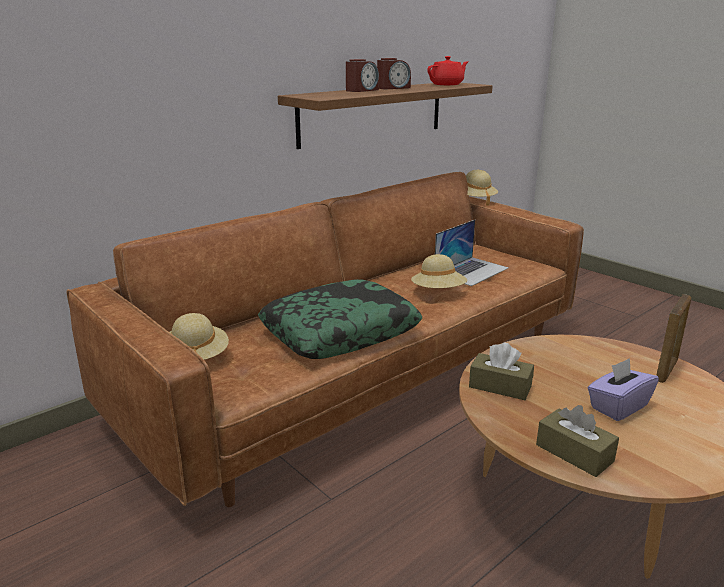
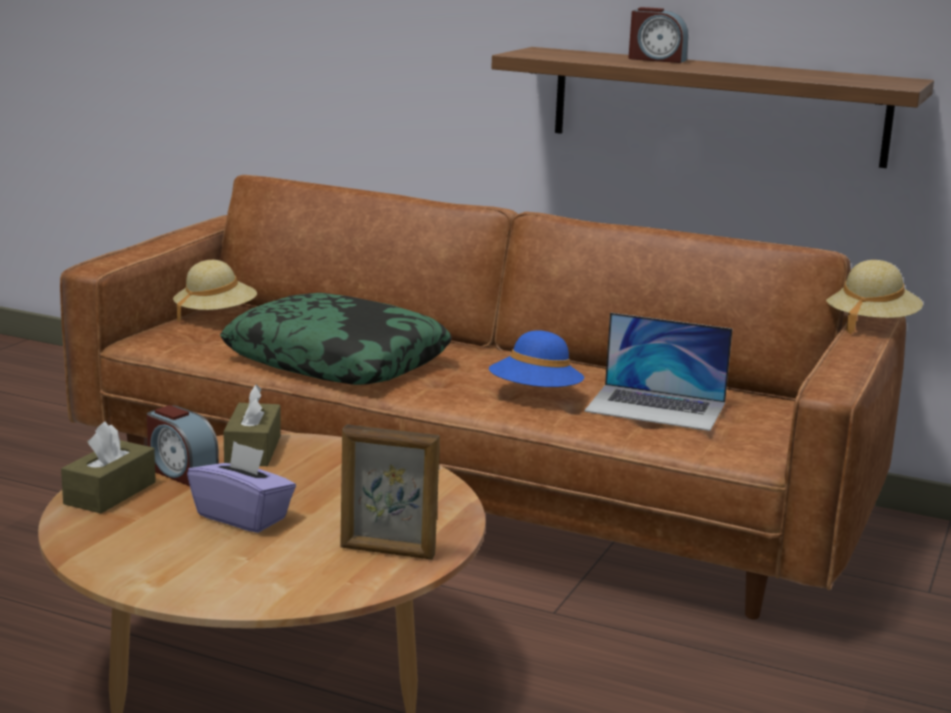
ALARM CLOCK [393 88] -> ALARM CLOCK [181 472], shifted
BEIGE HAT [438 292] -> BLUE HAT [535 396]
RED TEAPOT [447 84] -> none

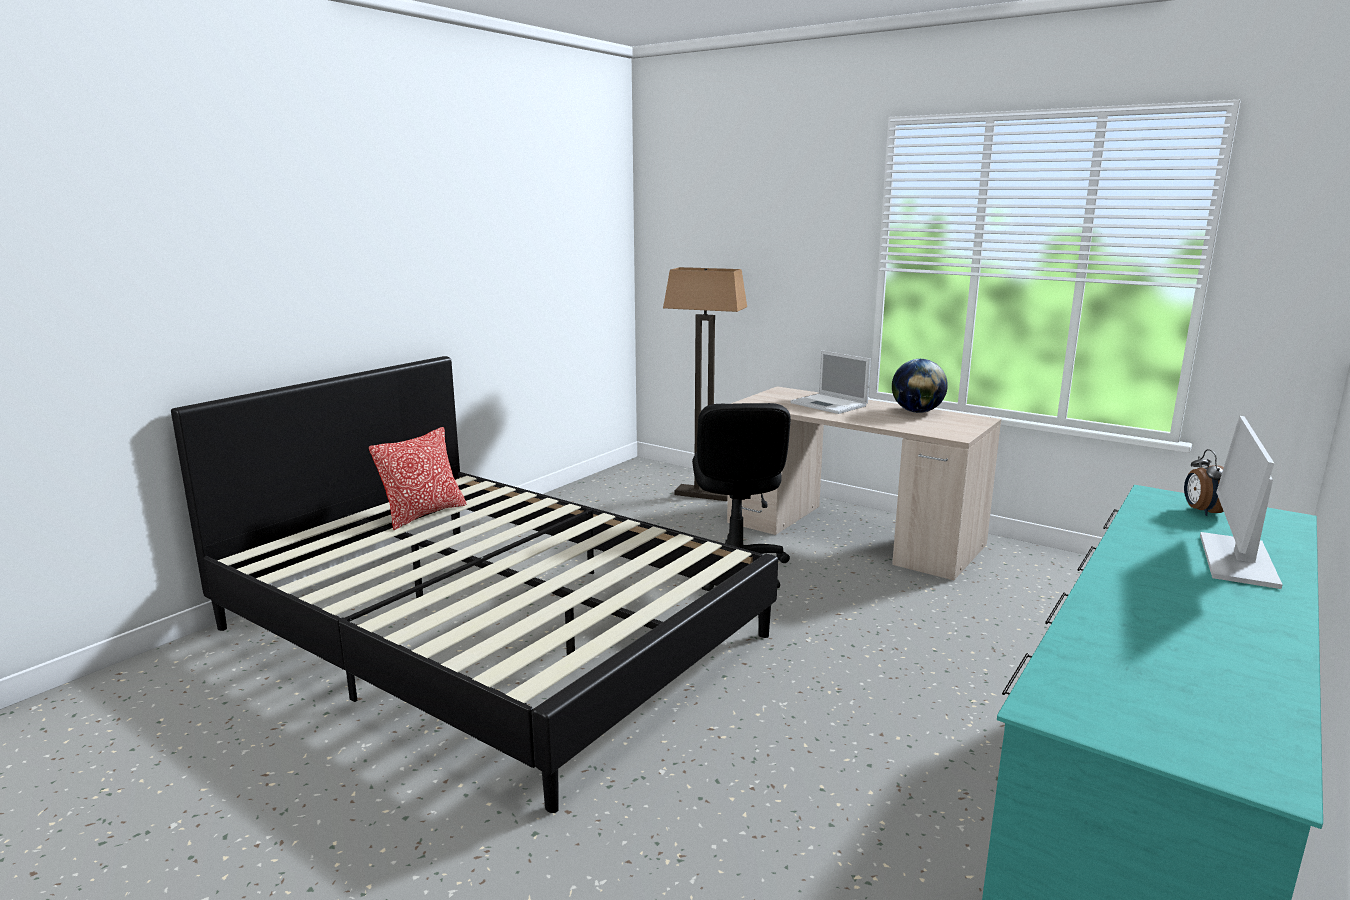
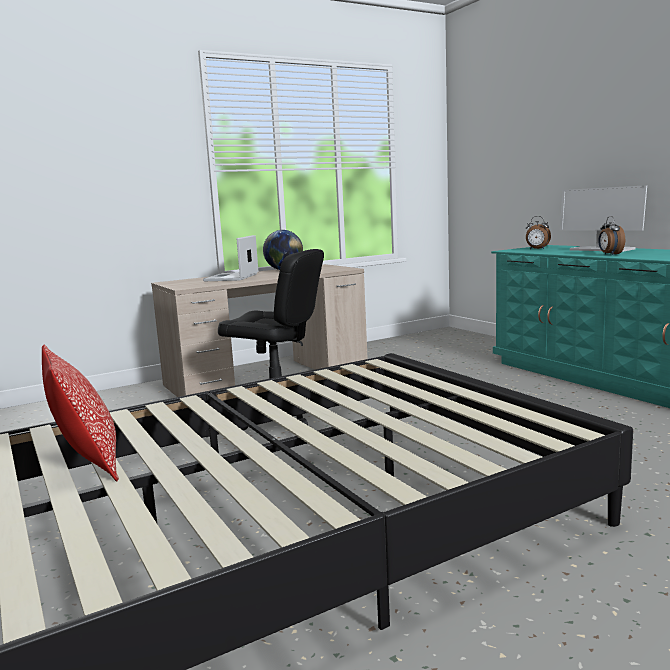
LAPTOP [830 404] -> LAPTOP [231 277], 120 degrees clockwise
none -> ALARM CLOCK [609 254]
FLOOR LAMP [704 494] -> none

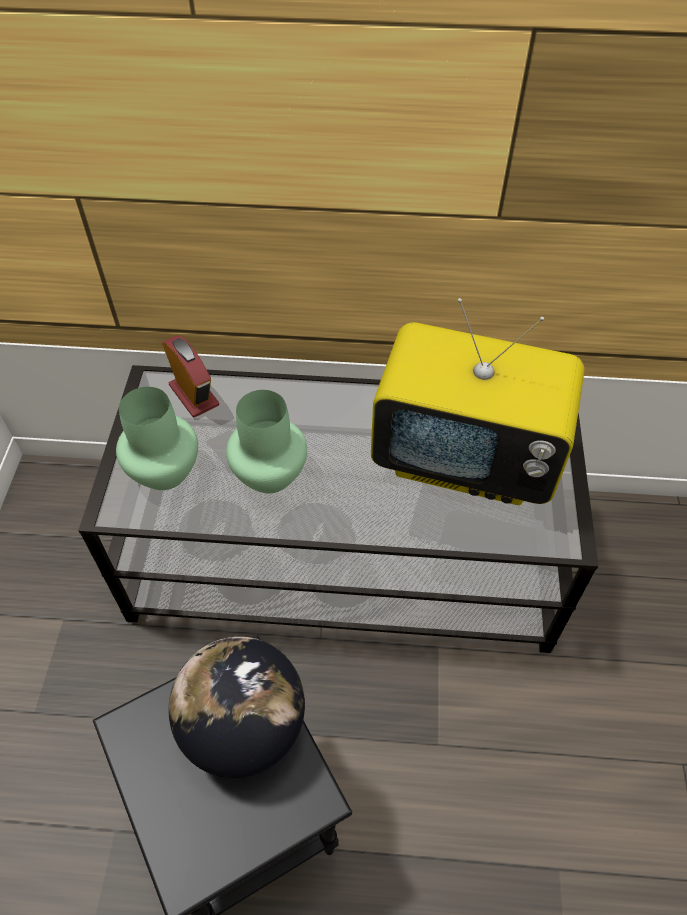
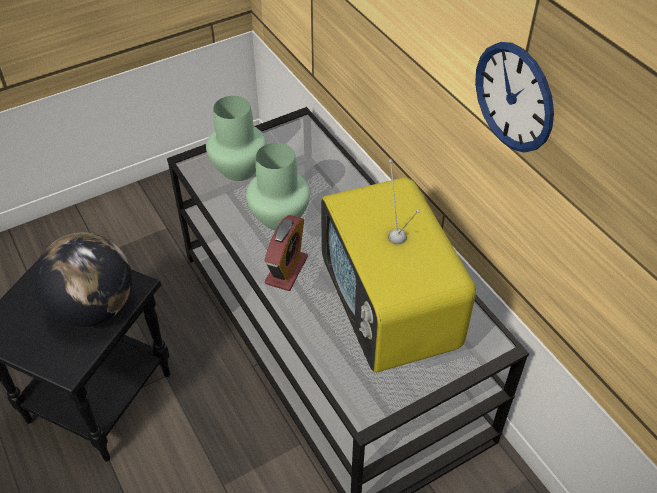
ALARM CLOCK [194 395] -> ALARM CLOCK [286 270], shifted
none -> WALL CLOCK [514 97]

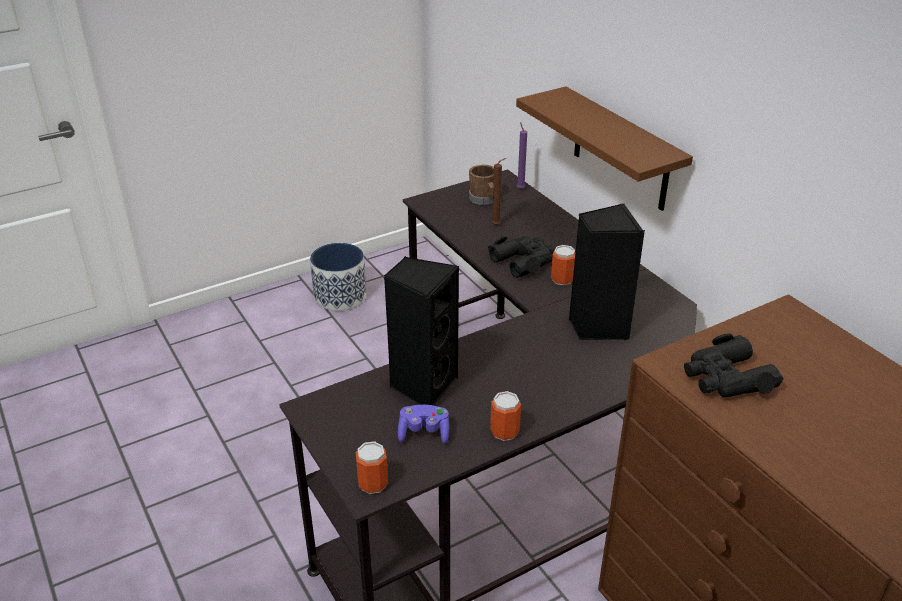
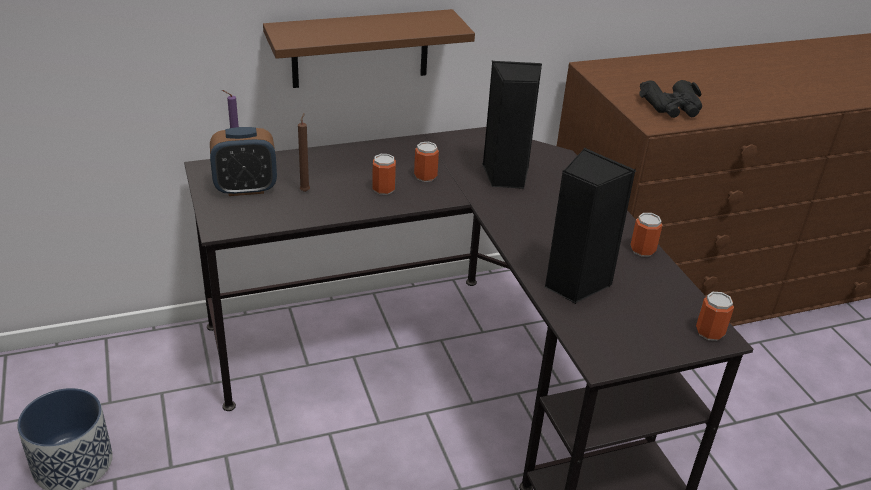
BROWN MUG [484 200] -> ALARM CLOCK [245 188]
BLACK BINOCULARS [524 261] -> CAN [383 189]
PURPLE GAME CONTROLLER [424 433] -> none

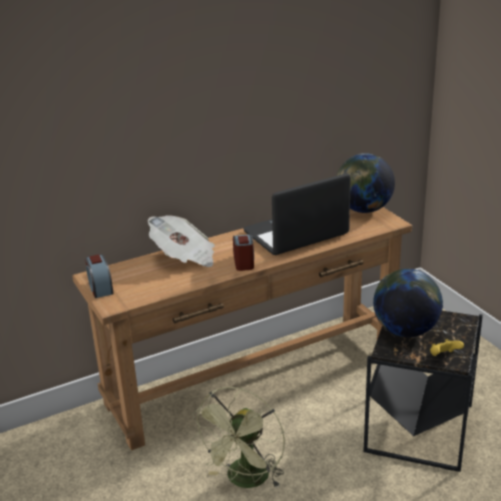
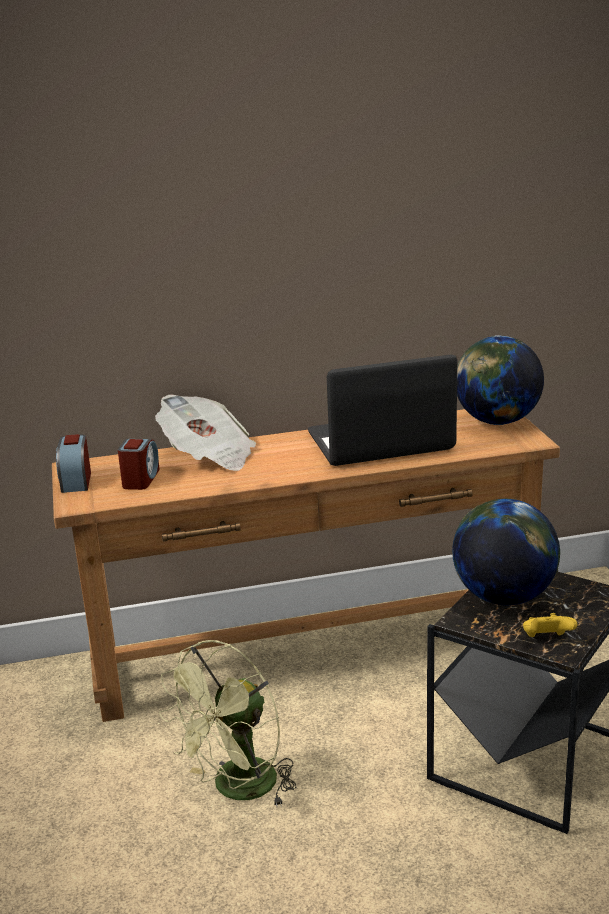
ALARM CLOCK [244 262] -> ALARM CLOCK [141 479], shifted

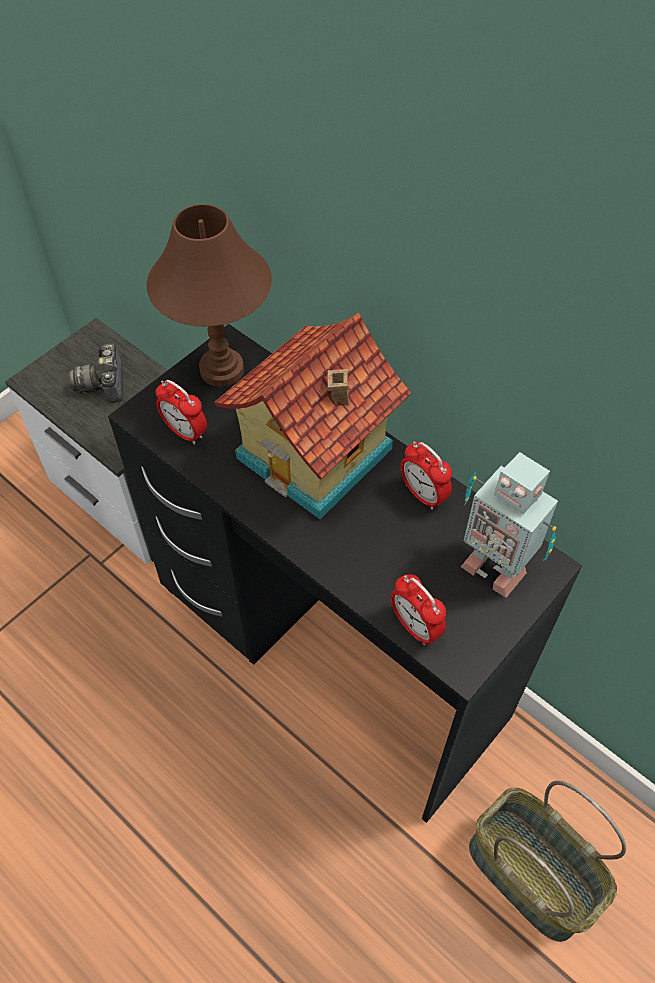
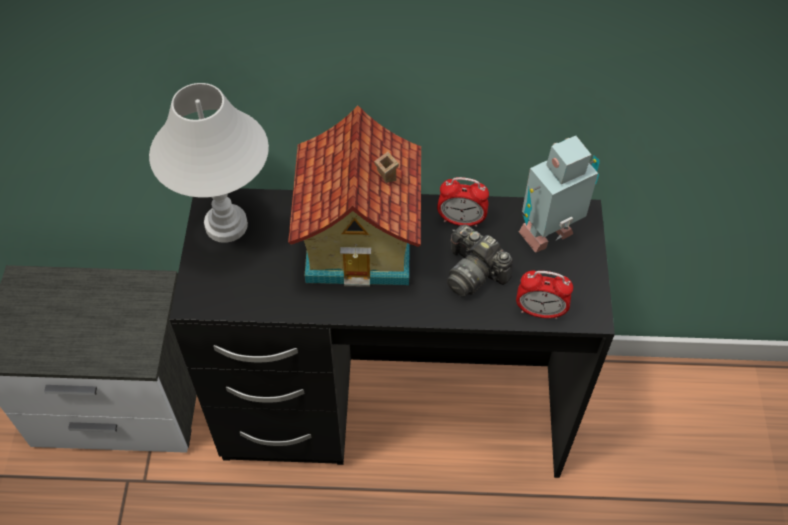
BROWN TABLE LAMP [222 370] -> WHITE TABLE LAMP [227 225]
PHOTO CAMERA [103 383] -> PHOTO CAMERA [474 272], shifted
TOY ROBOT [494 565] -> TOY ROBOT [550 236], 150 degrees clockwise
ALARM CLOCK [185 432] -> none
BASKET [528 874] -> none

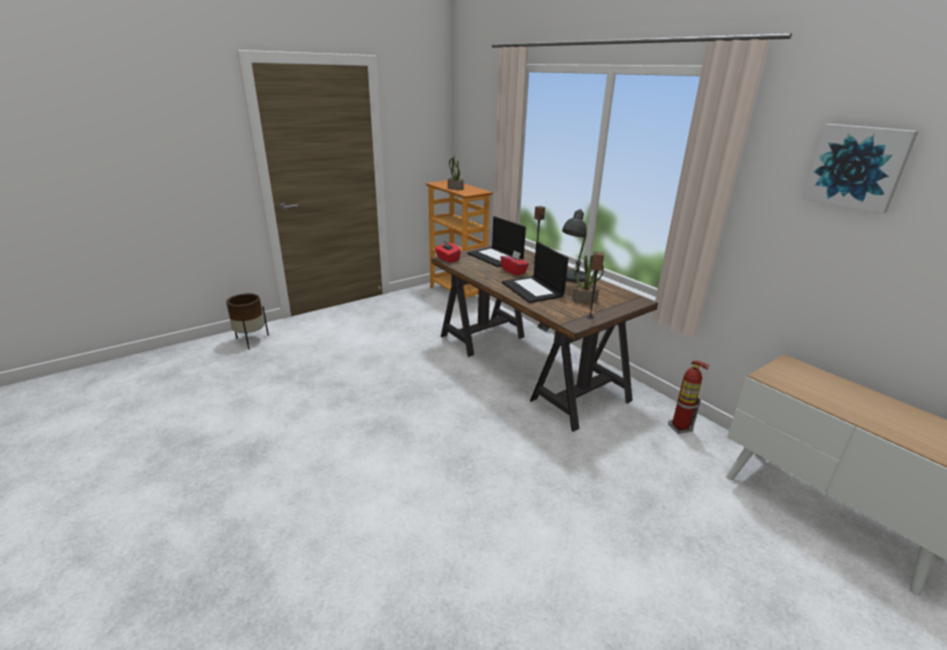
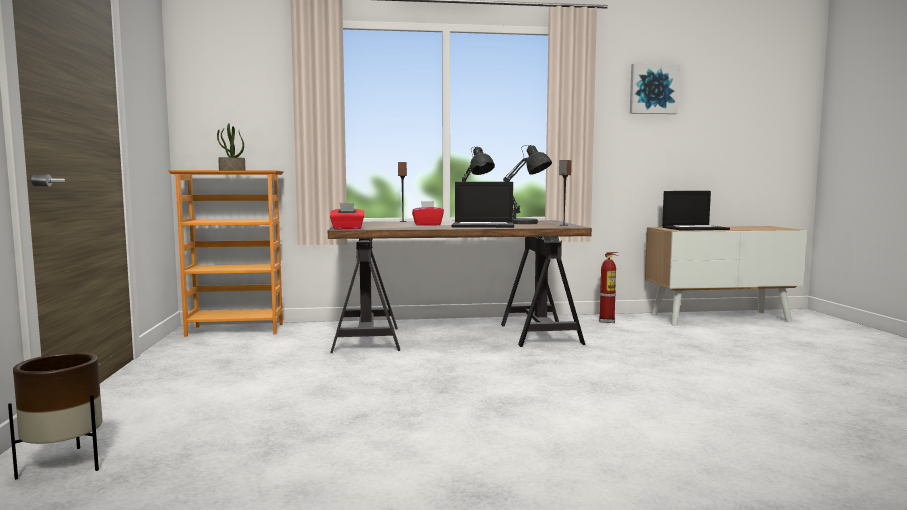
POTTED PLANT [585 299] -> GREY TABLE LAMP [526 223]
LAPTOP [496 257] -> LAPTOP [695 228], shifted

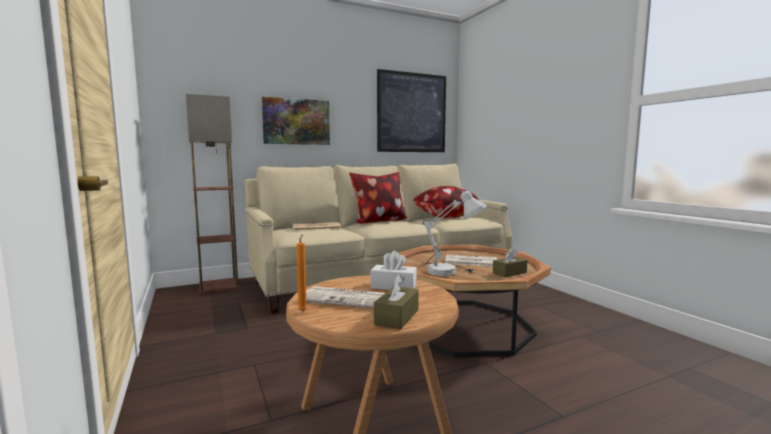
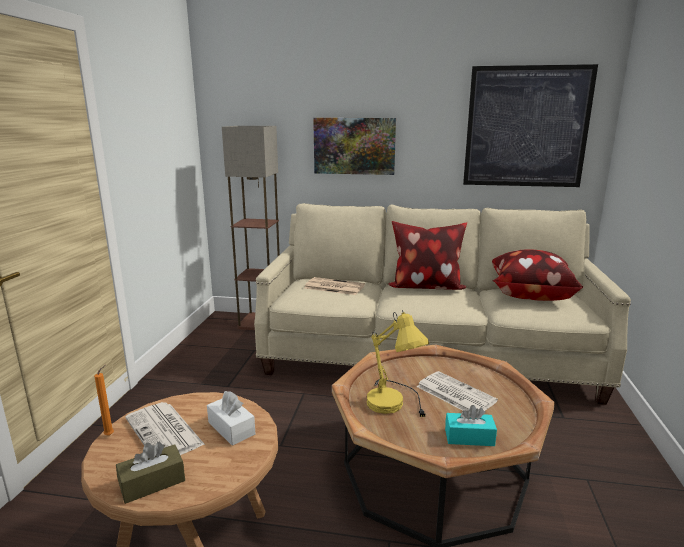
WHITE TABLE LAMP [449 271] -> YELLOW TABLE LAMP [397 405]
BROWN TISSUE BOX [509 273] -> TURQUOISE TISSUE BOX [469 437]

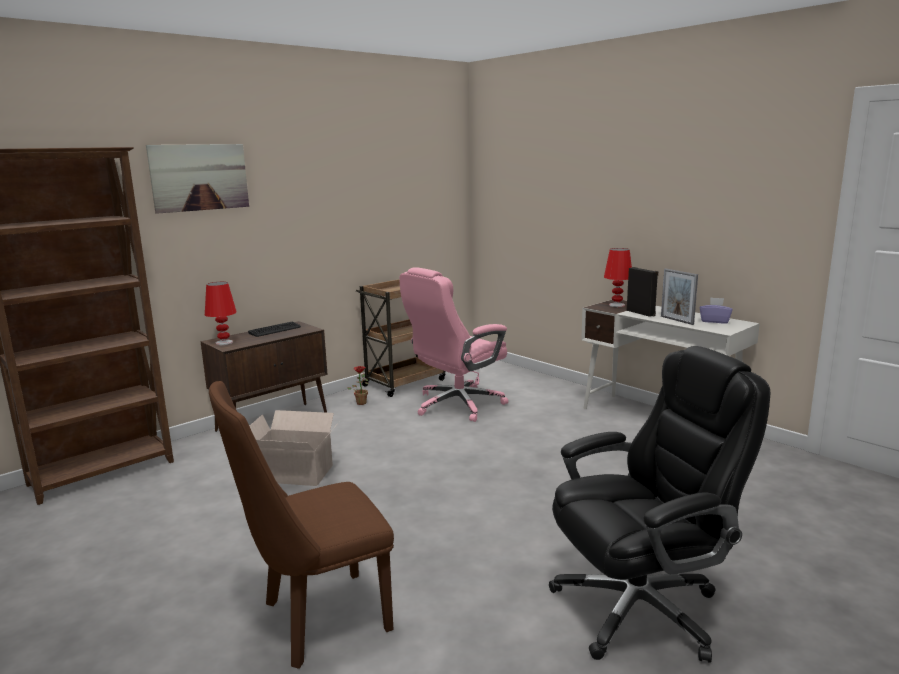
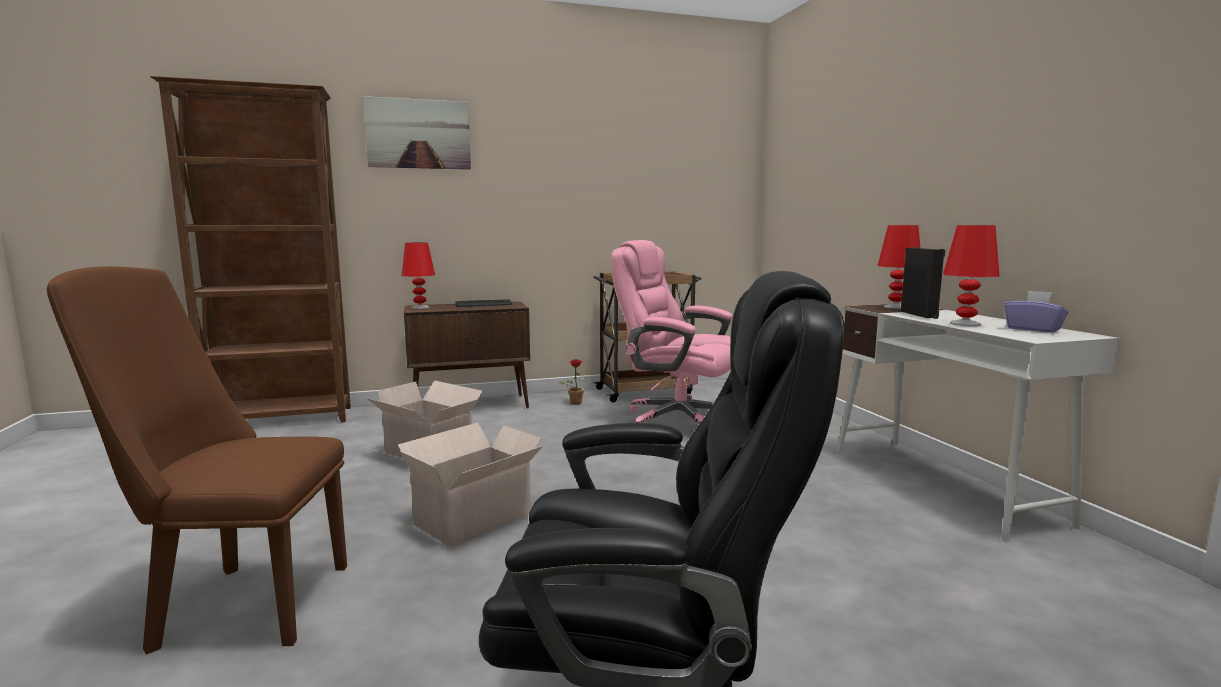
none -> CARDBOARD BOX [476 518]
PINK OFFICE CHAIR [457 405] -> PINK OFFICE CHAIR [676 421], 45 degrees clockwise
PICTURE FRAME [677 320] -> RED TABLE LAMP [965 324]

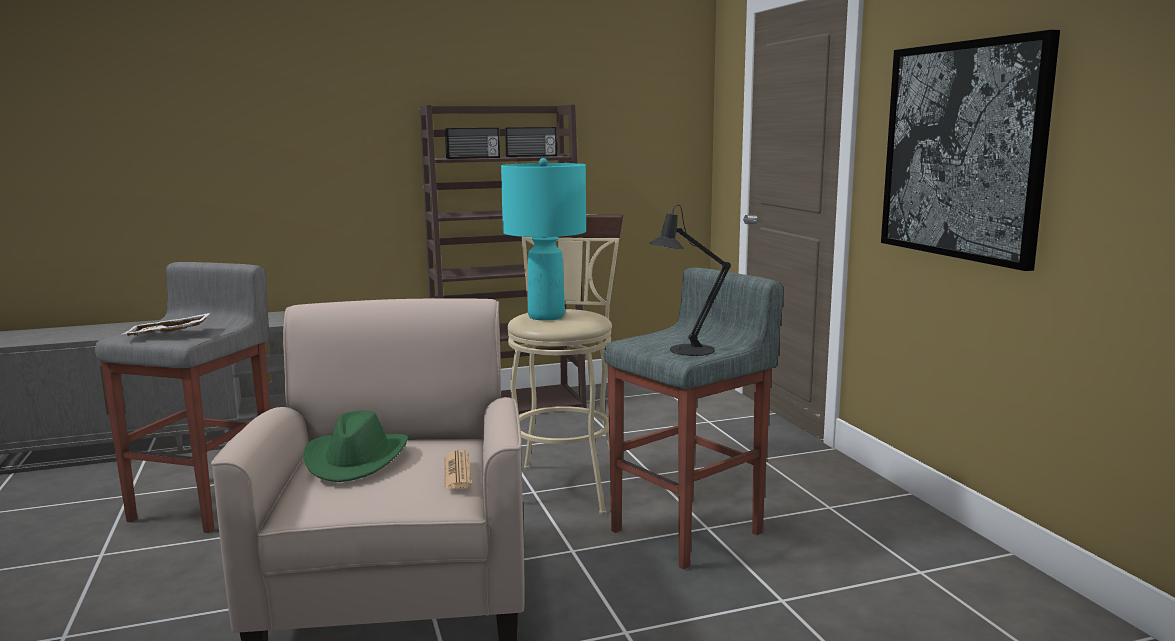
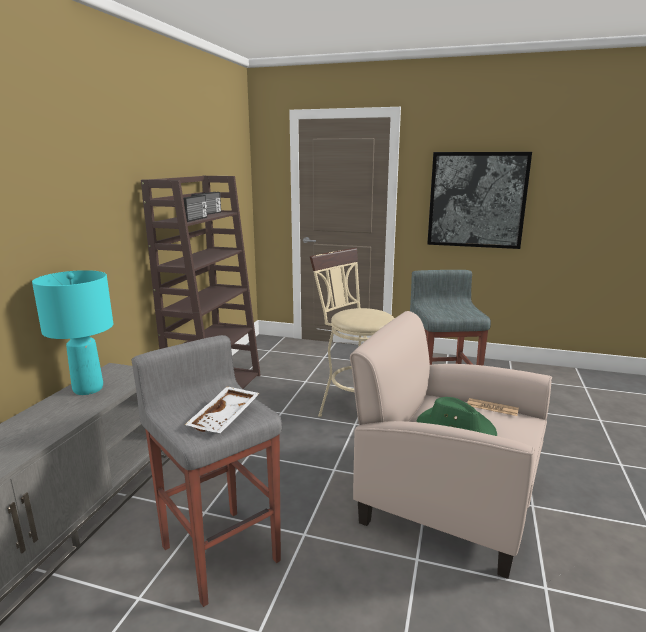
TURQUOISE TABLE LAMP [546 316] -> TURQUOISE TABLE LAMP [88 389], shifted
BLACK TABLE LAMP [685 350] -> none

